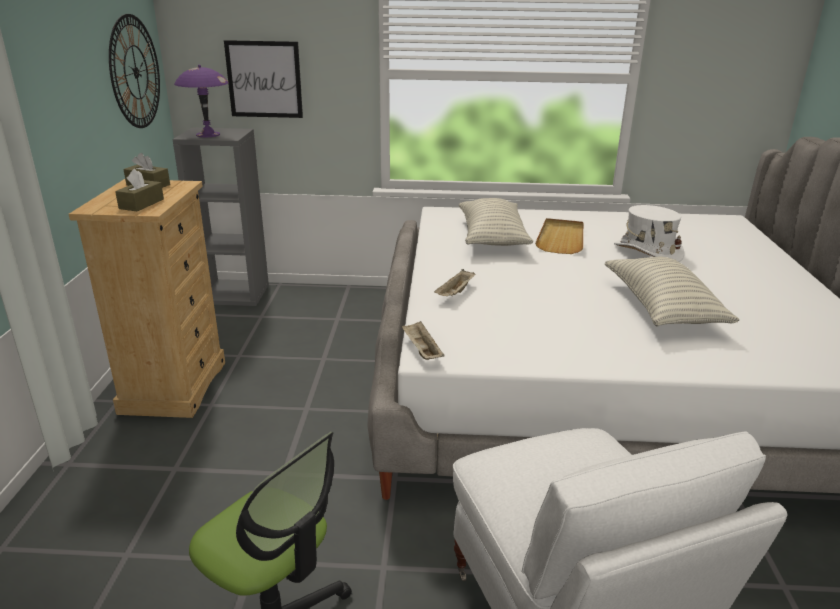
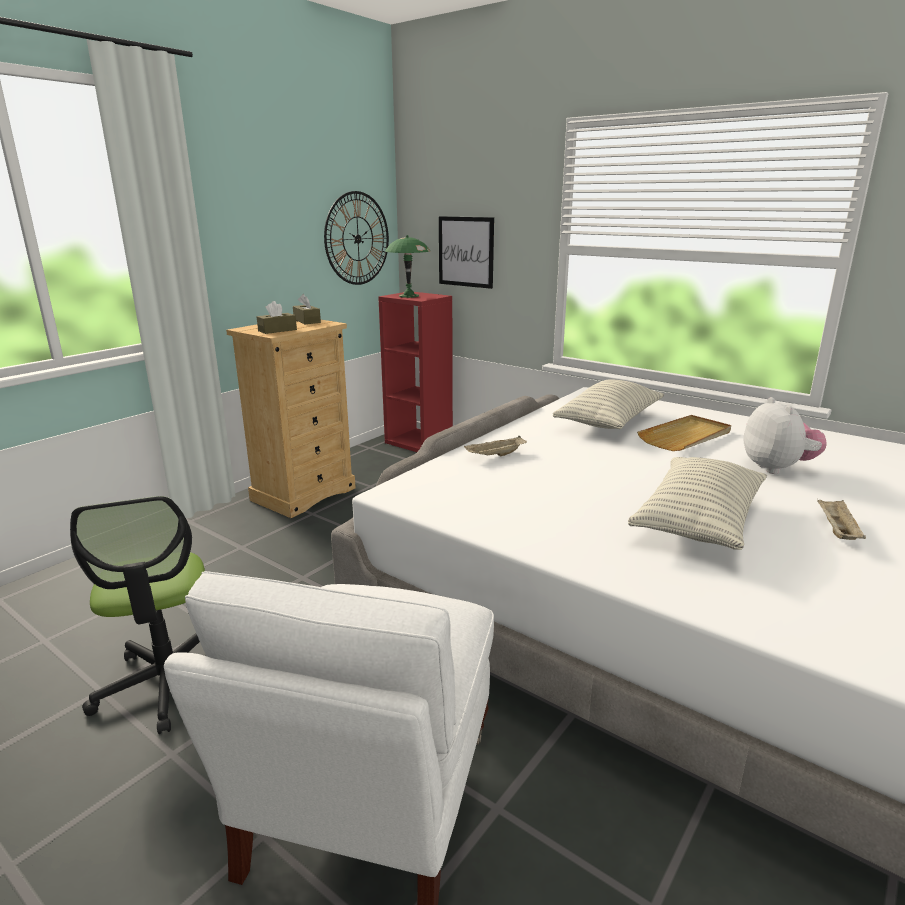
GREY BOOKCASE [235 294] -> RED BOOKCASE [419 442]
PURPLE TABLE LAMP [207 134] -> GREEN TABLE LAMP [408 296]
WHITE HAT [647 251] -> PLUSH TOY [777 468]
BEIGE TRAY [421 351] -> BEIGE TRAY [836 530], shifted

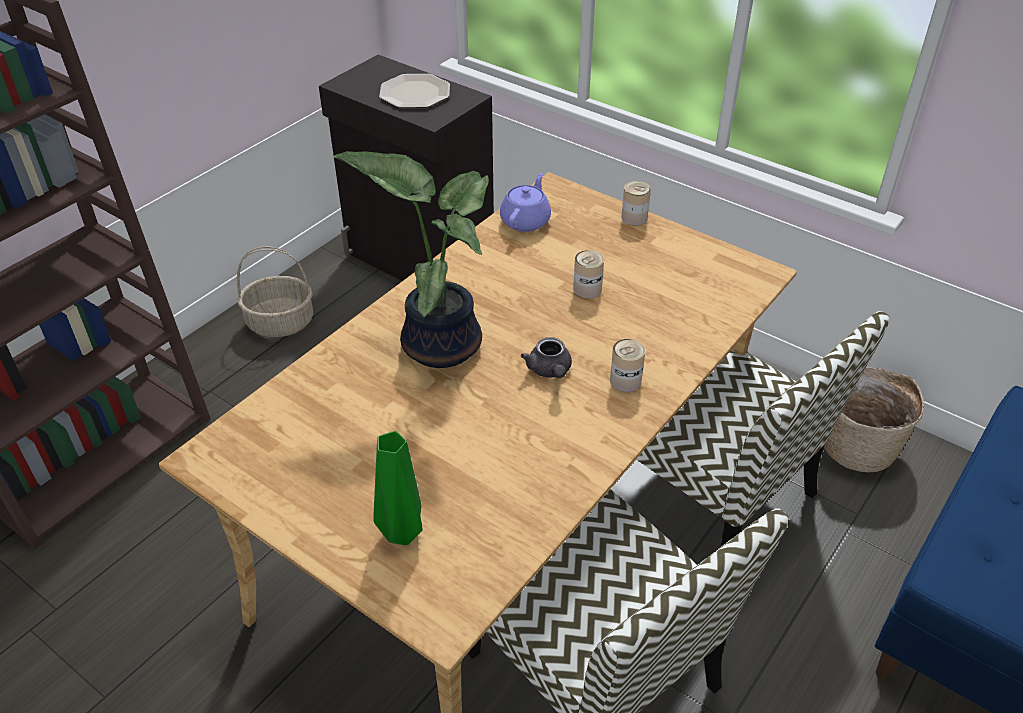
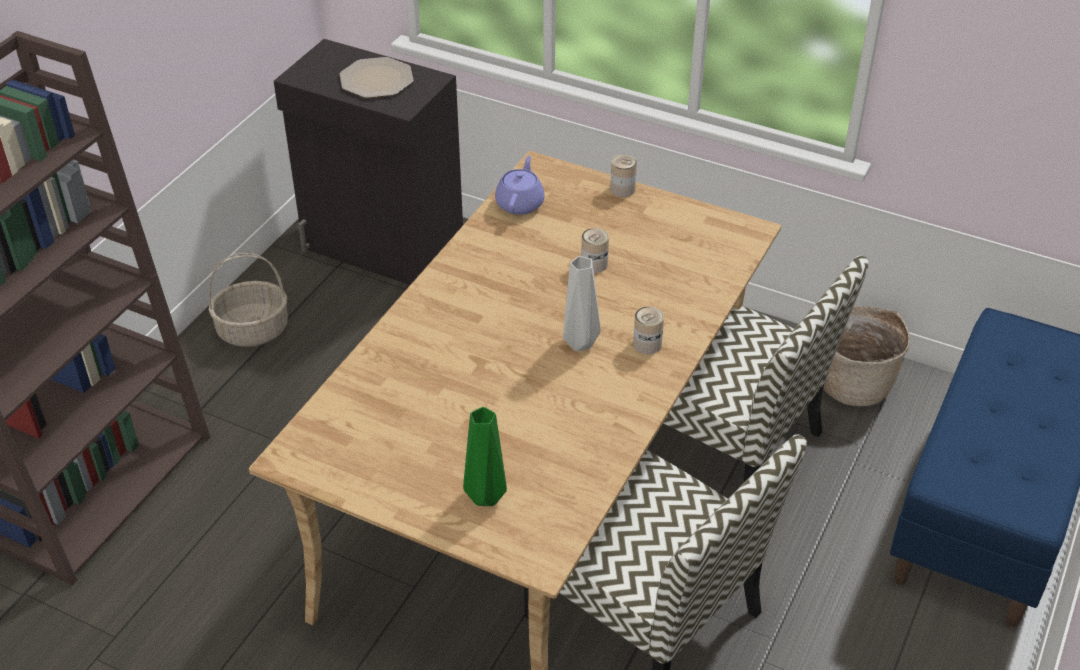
GREY TEAPOT [550 371] -> GREY VASE [578 344]
POTTED PLANT [439 342] -> none

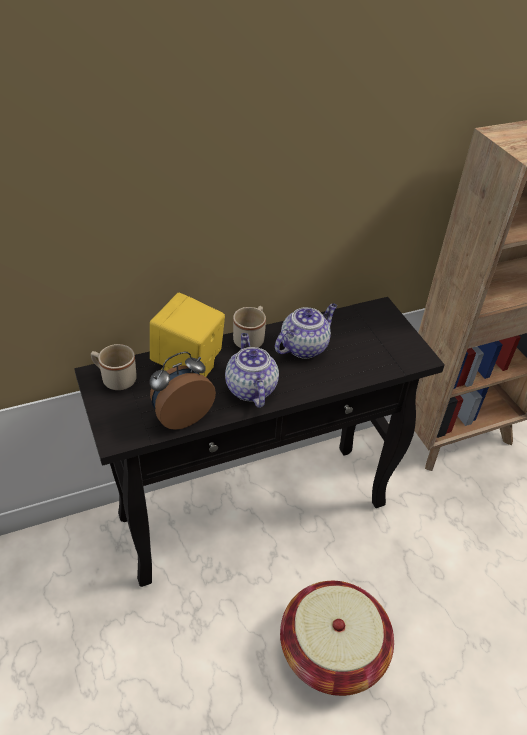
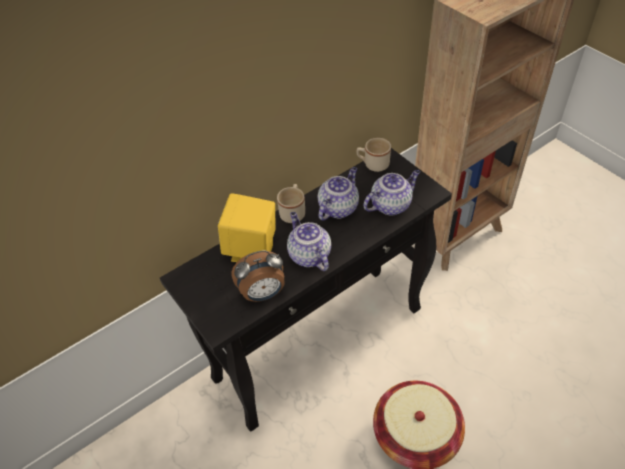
ALARM CLOCK [181 415] -> ALARM CLOCK [263 294], 150 degrees counterclockwise
BEIGE MUG [115 379] -> BEIGE MUG [373 164], shifted
none -> TEAPOT [391 204]

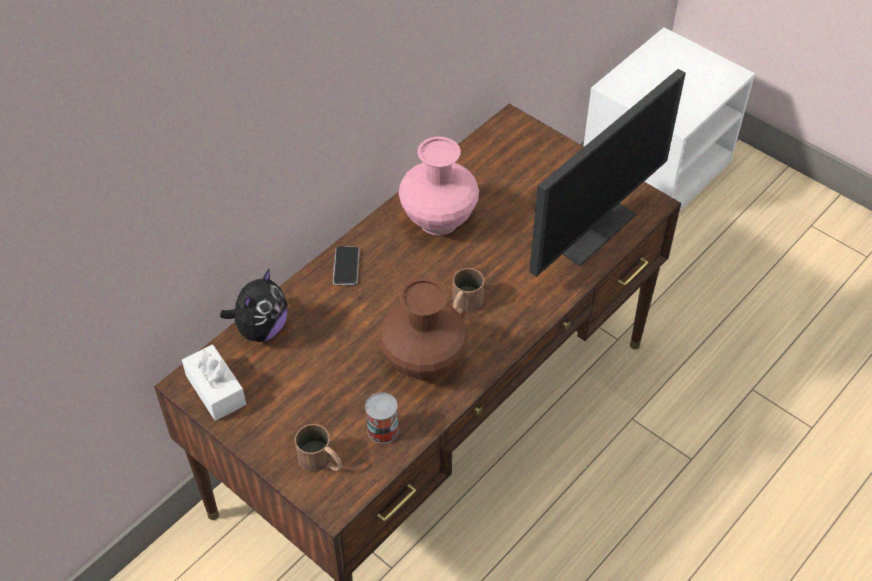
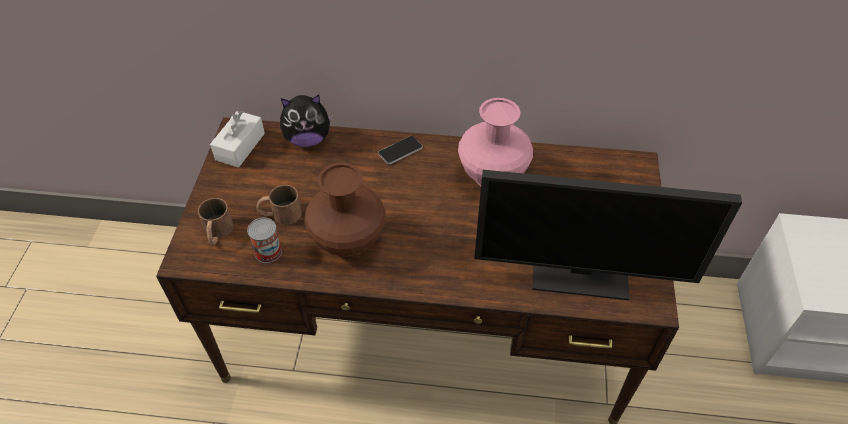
BROWN MUG [464 305] -> BROWN MUG [280 214], shifted

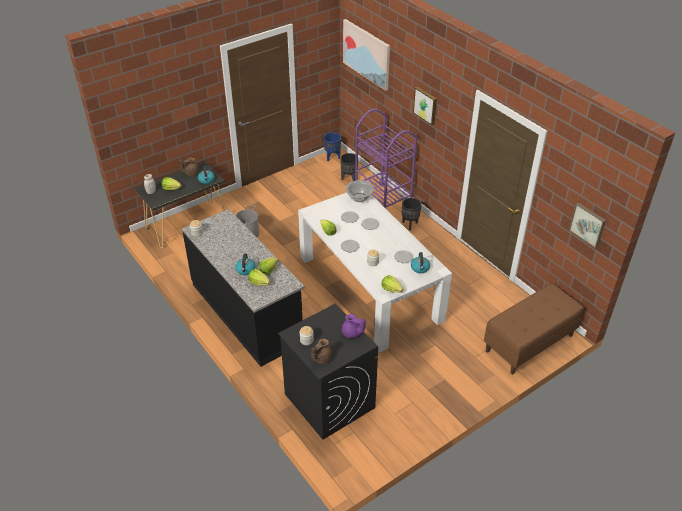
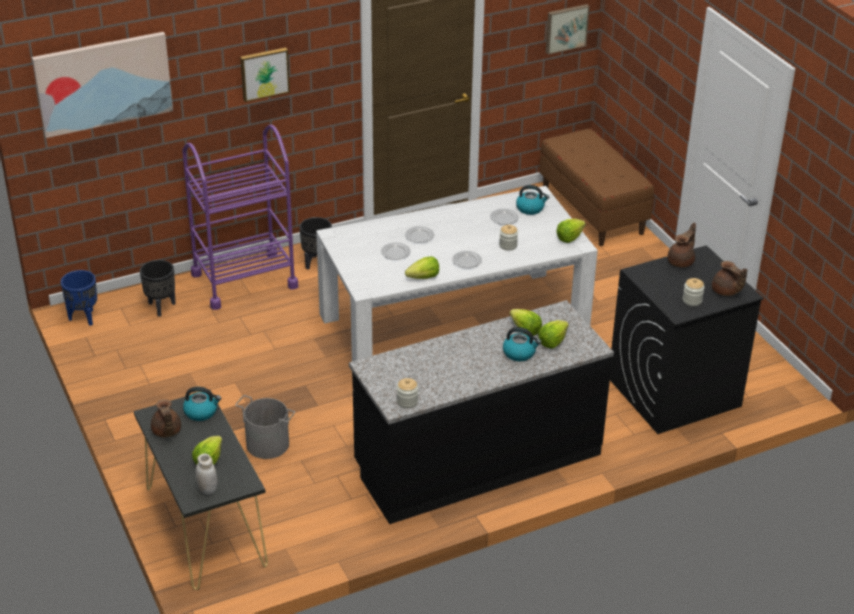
PURPLE TEAPOT [352 333] -> BROWN TEAPOT [681 261]
COOKING POT [359 197] -> none

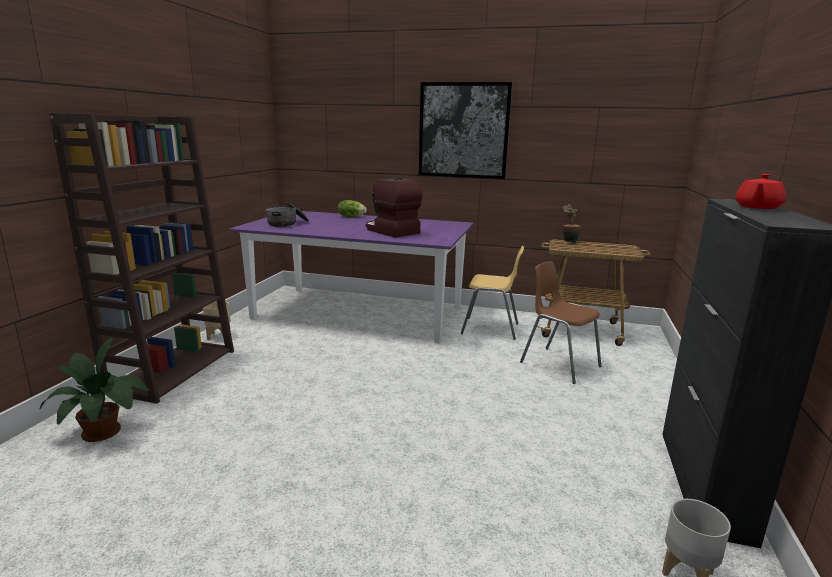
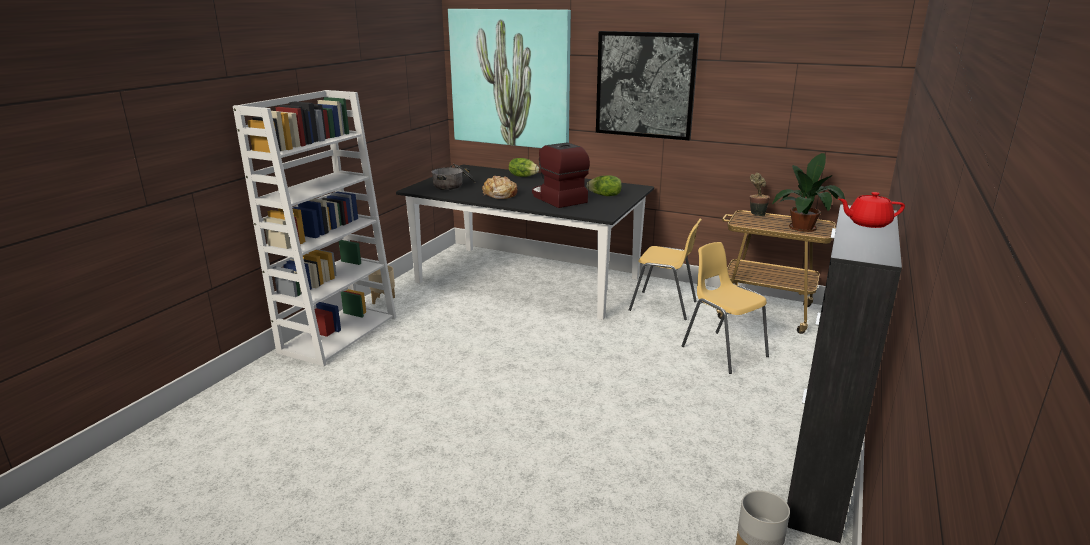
BROWN BOOKCASE [173 369] -> WHITE BOOKCASE [339 334]
PURPLE DINING TABLE [358 313] -> BLACK DINING TABLE [527 280]
none -> PICTURE [510 78]
none -> BREAD [499 195]
none -> LETTUCE [605 195]
BROWN CHAIR [559 364] -> YELLOW CHAIR [723 351]
POTTED PLANT [105 431] -> POTTED PLANT [804 227], shifted
RED TEAPOT [757 207] -> RED TEAPOT [868 223], 45 degrees clockwise

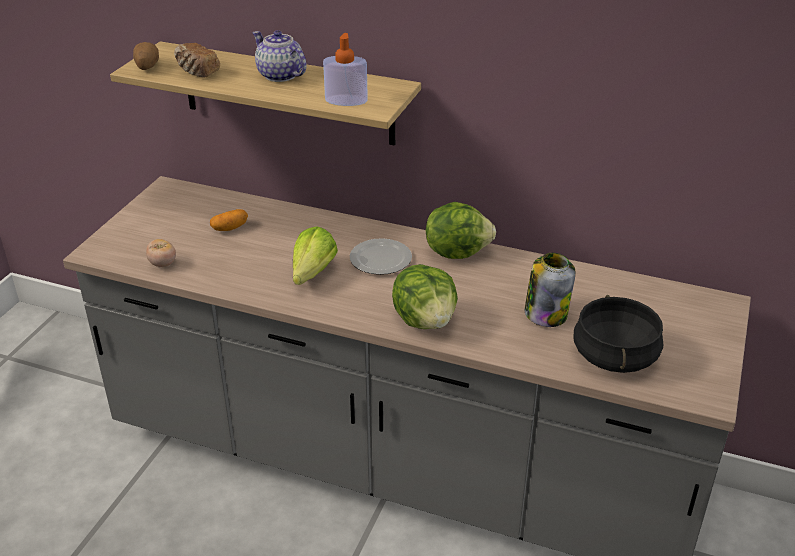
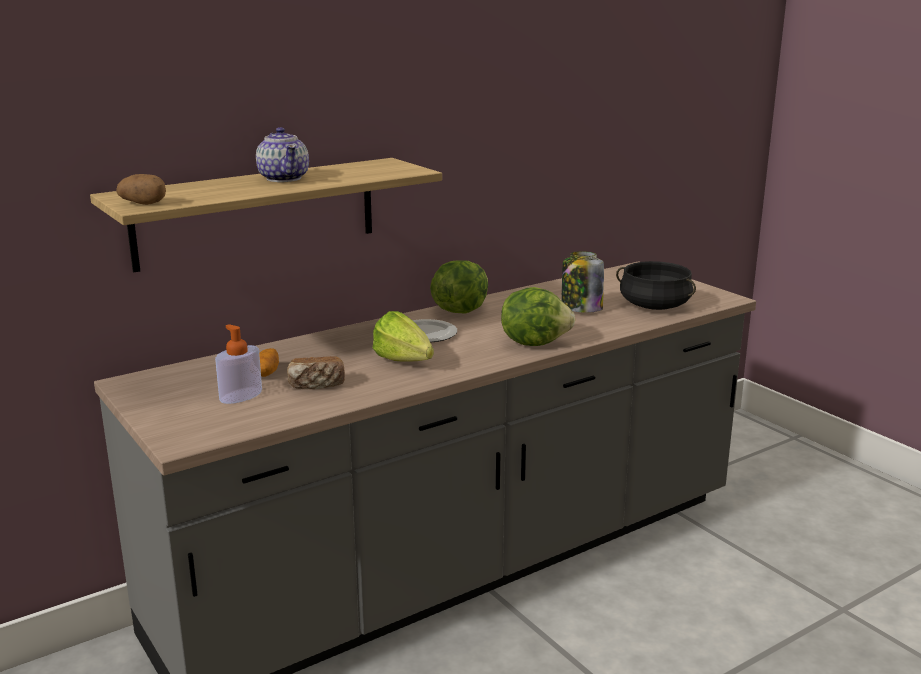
SOAP DISPENSER [346 100] -> SOAP DISPENSER [241 396], shifted
TEAPOT [280 75] -> TEAPOT [284 178], 105 degrees counterclockwise
BREAD [197 71] -> BREAD [316 385], shifted
TOMATO [163 264] -> none

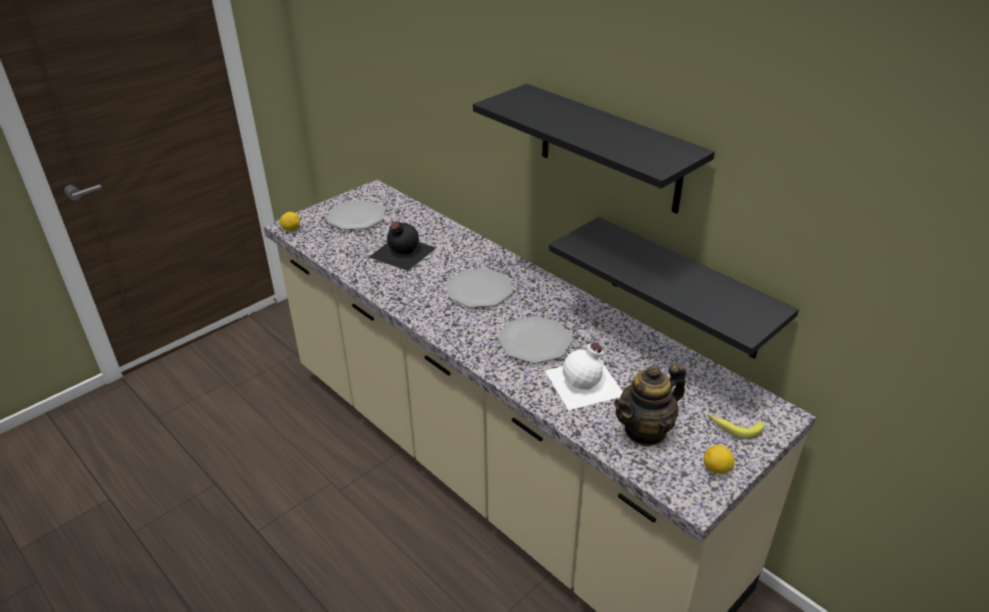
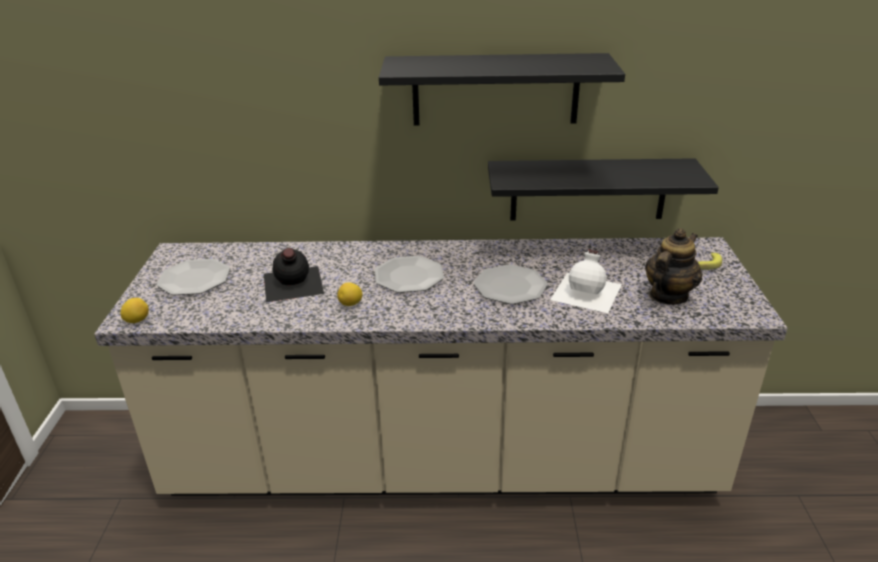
LEMON [717 469] -> LEMON [351 304], shifted
TEAPOT [645 430] -> TEAPOT [667 296], 150 degrees counterclockwise

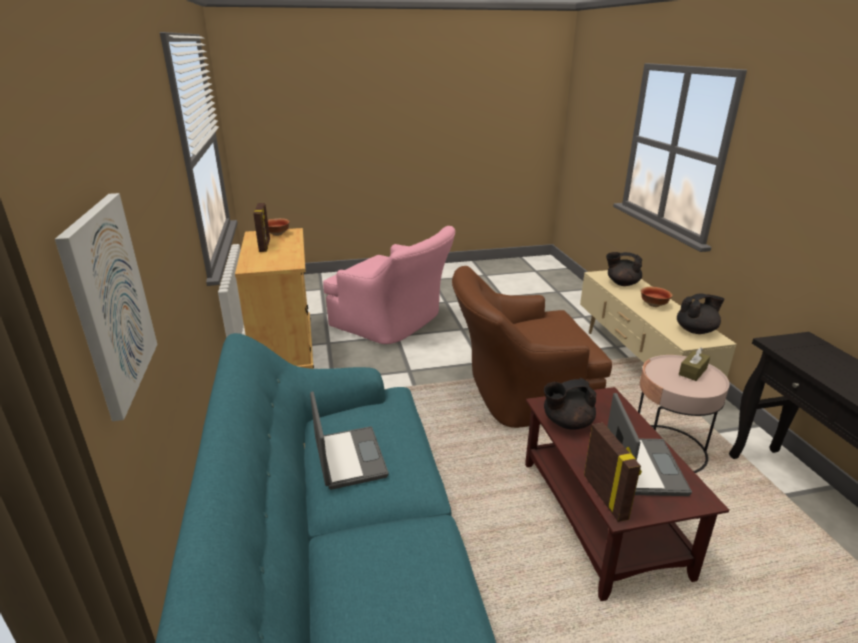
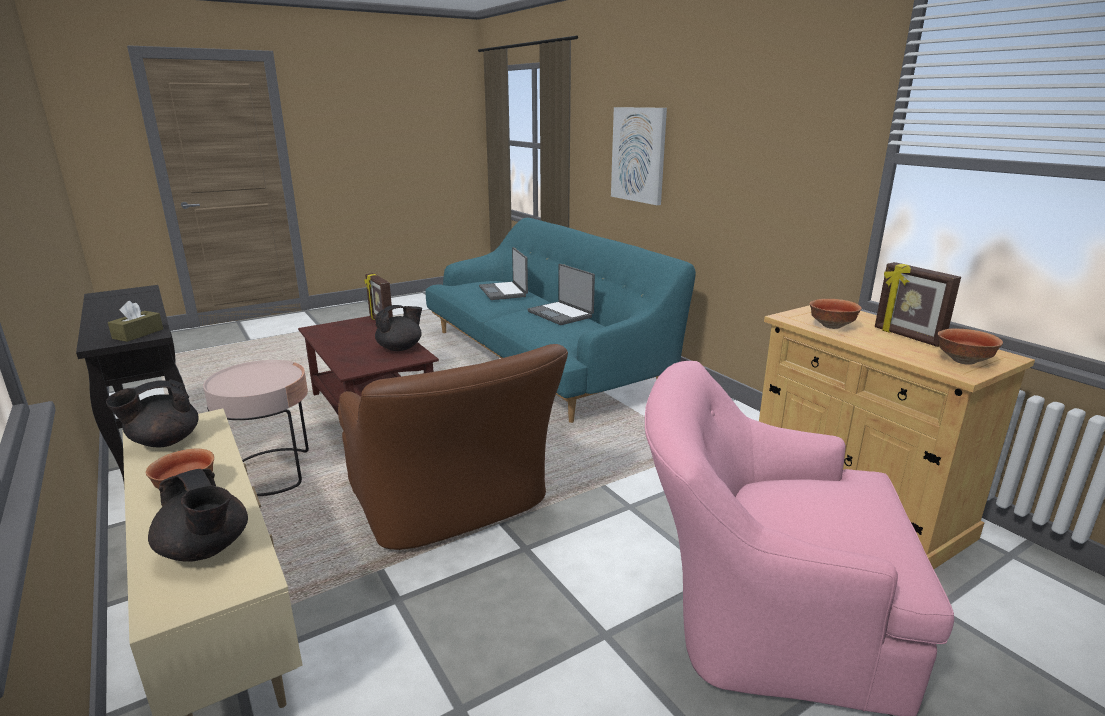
BROWN TISSUE BOX [692 371] -> BROWN TISSUE BOX [138 334], shifted
BLACK TEAPOT [622 283] -> BLACK TEAPOT [206 550], 45 degrees clockwise
BROWN ARMCHAIR [518 394] -> BROWN ARMCHAIR [452 504], 90 degrees clockwise
LAPTOP [642 467] -> LAPTOP [504 292], shifted
none -> BOWL [831 326]

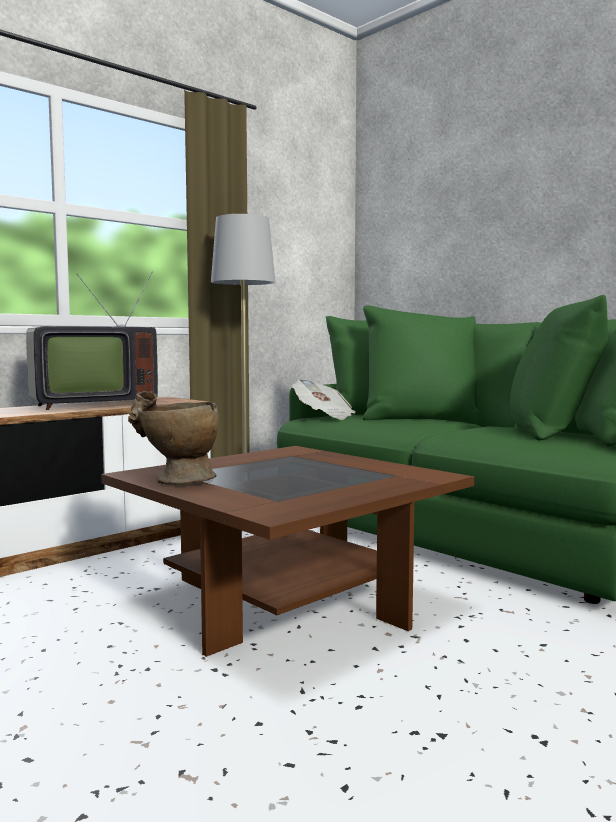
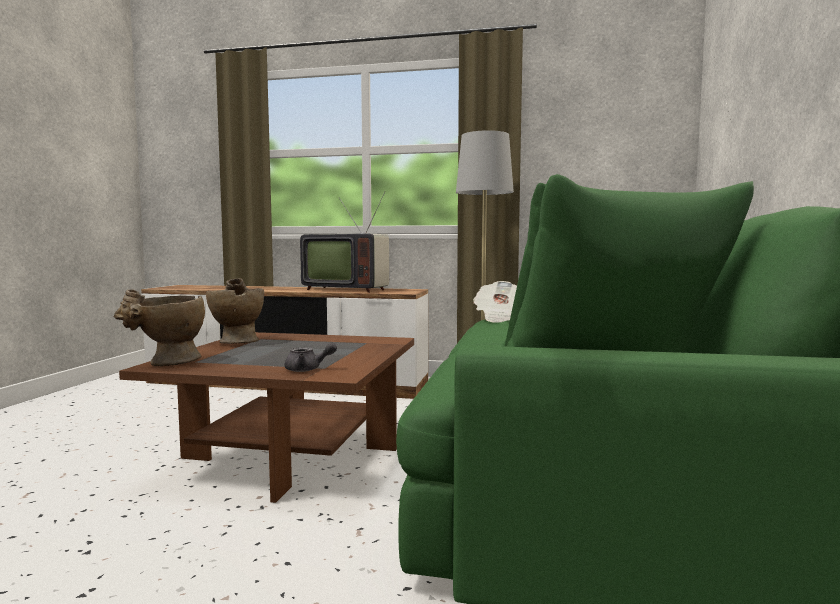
none -> BEIGE VASE [167 363]
none -> GREY TEAPOT [307 369]

